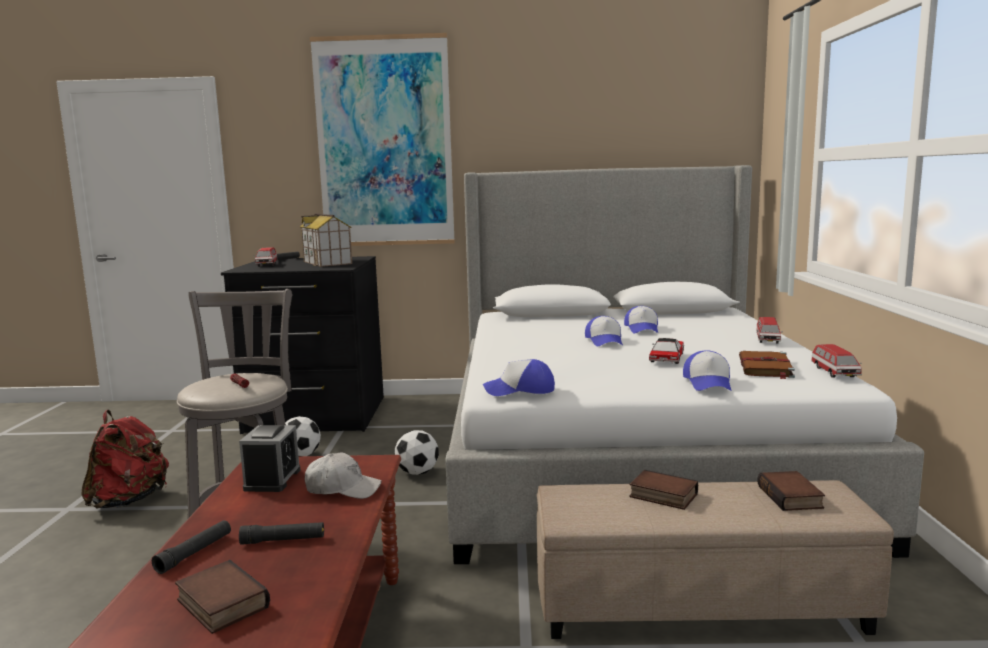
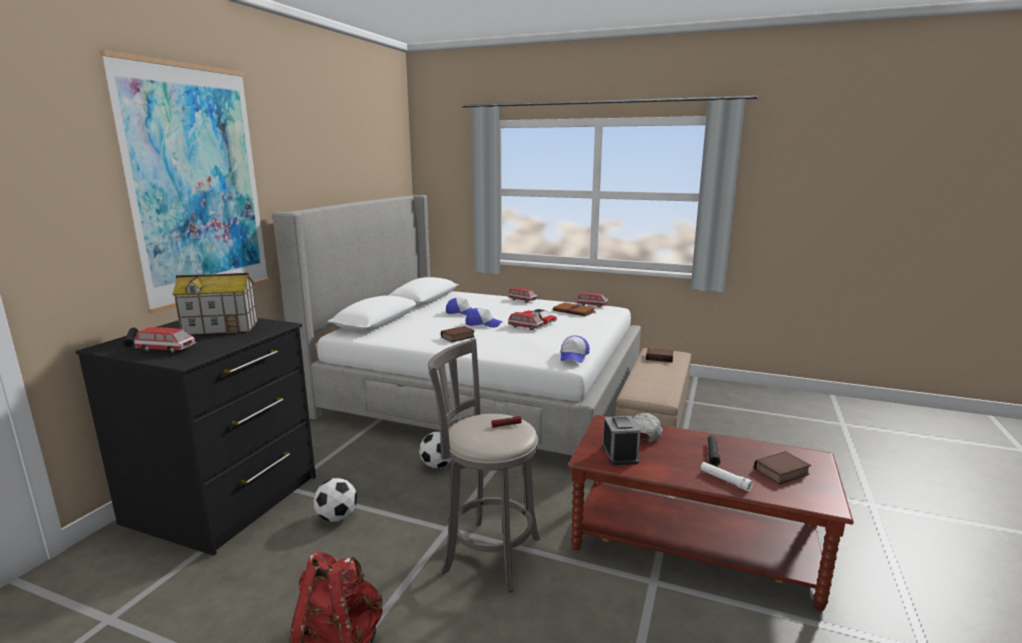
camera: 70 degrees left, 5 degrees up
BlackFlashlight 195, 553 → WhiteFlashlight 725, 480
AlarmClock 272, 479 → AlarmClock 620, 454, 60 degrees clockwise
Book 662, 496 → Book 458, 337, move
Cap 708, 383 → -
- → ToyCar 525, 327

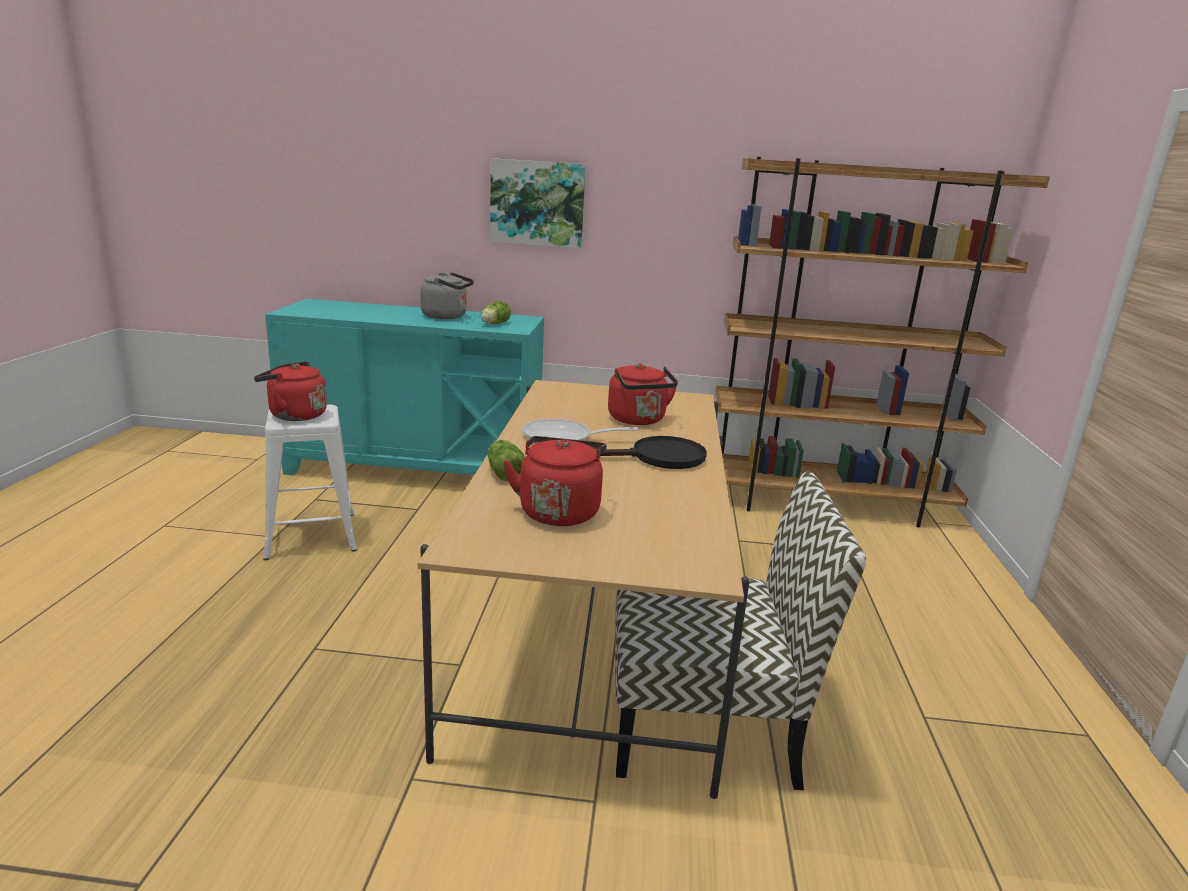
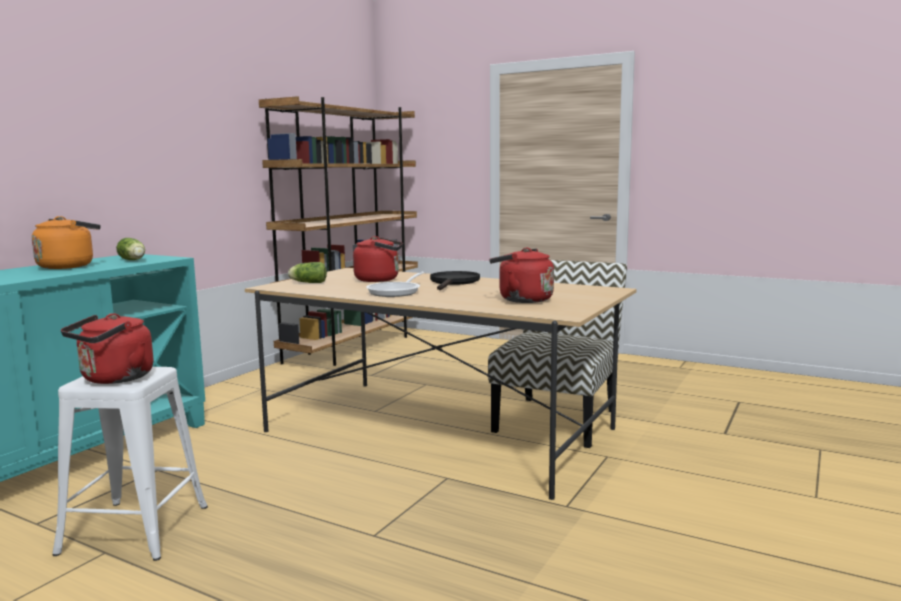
camera: 65 degrees left, 10 degrees down
GreyKettle 447, 316 → OrangeKettle 69, 266
Lettuce 504, 472 → Lettuce 307, 283, move
Picture 537, 203 → -

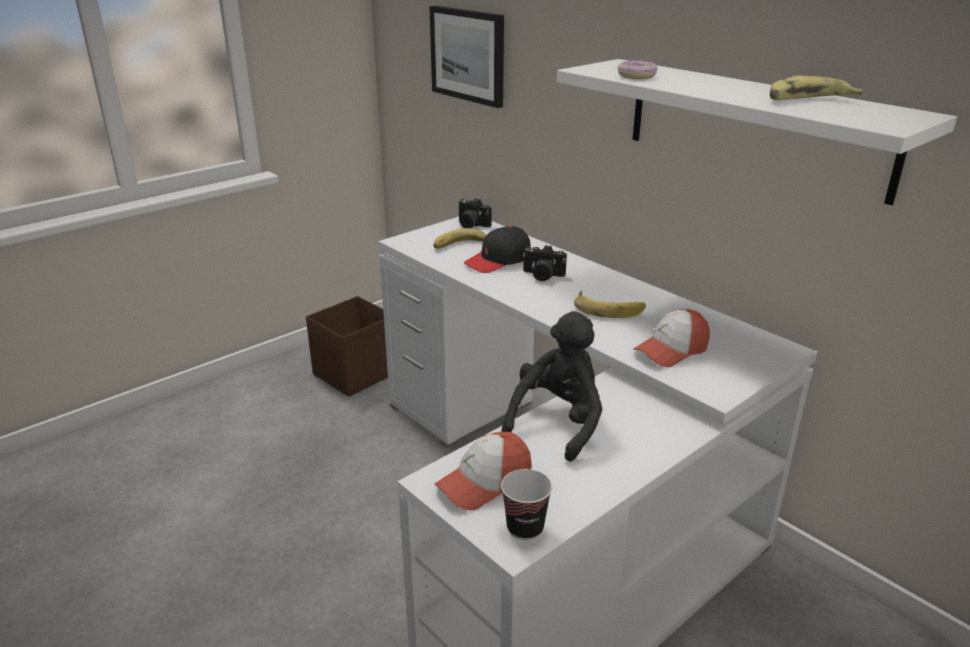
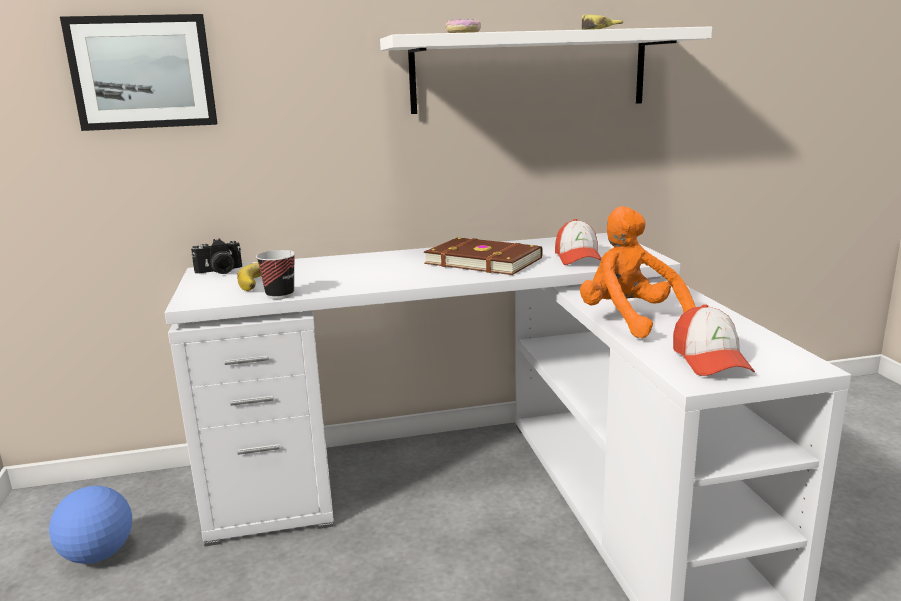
camera: 60 degrees left, 10 degrees down
BrownStorageBox 357, 373 → Football 98, 555
BlackCap 498, 260 → -
BlackPlushToy 557, 422 → OrangePlushToy 630, 320
Cup 525, 528 → Cup 280, 295, move
PhotoCamera 542, 276 → -
Banana 608, 308 → BrownBook 483, 260

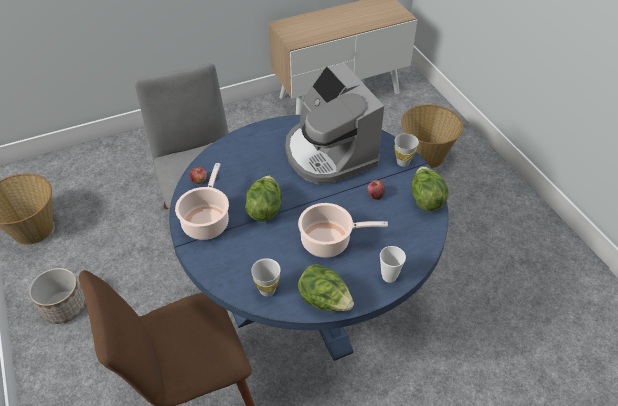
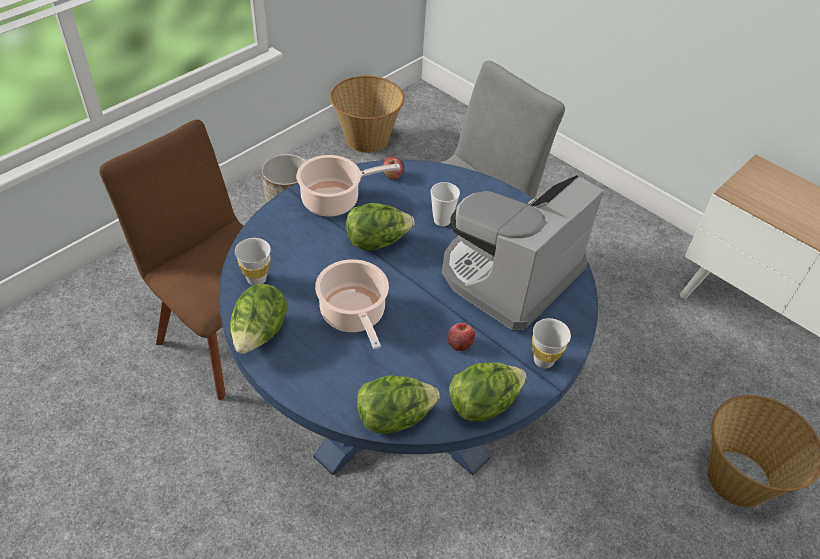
camera: 65 degrees right, 0 degrees up
Cup 389, 276 → Cup 442, 220, move
- → Lettuce 394, 417

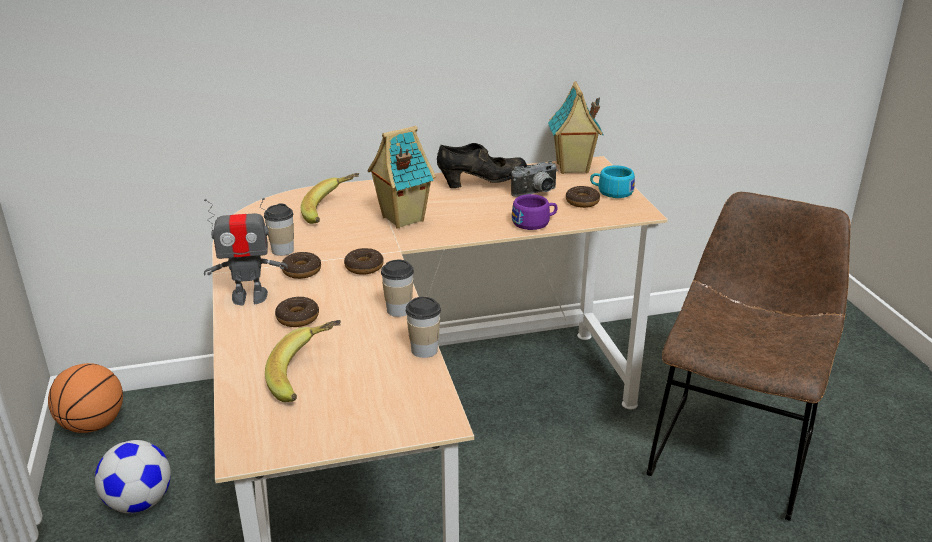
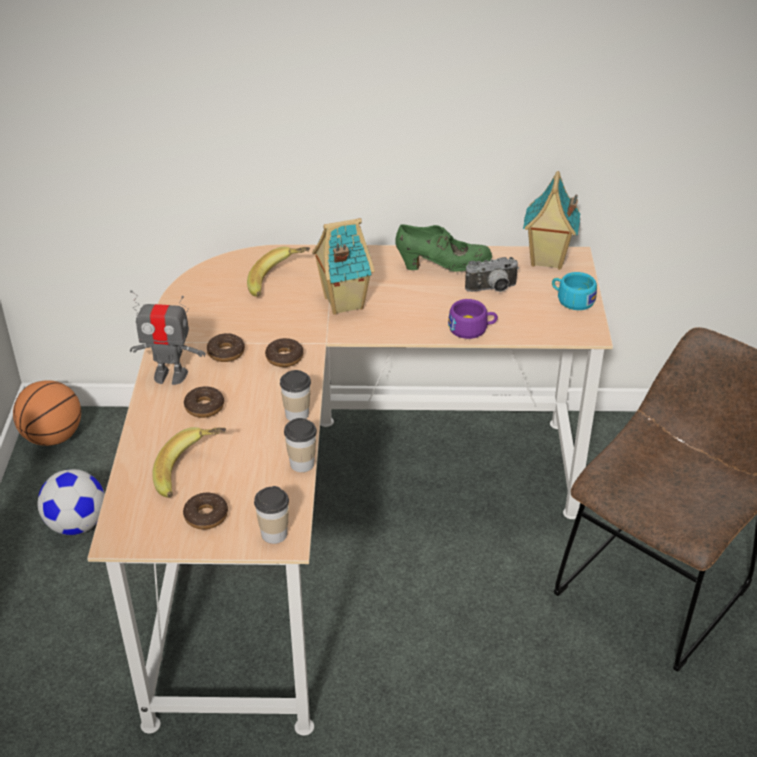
camera: 15 degrees right, 10 degrees up
Cup 282, 250 → Cup 274, 534, move
BlackShoe 482, 183 → GreenShoe 443, 267
Donut 582, 202 → Donut 206, 516, move

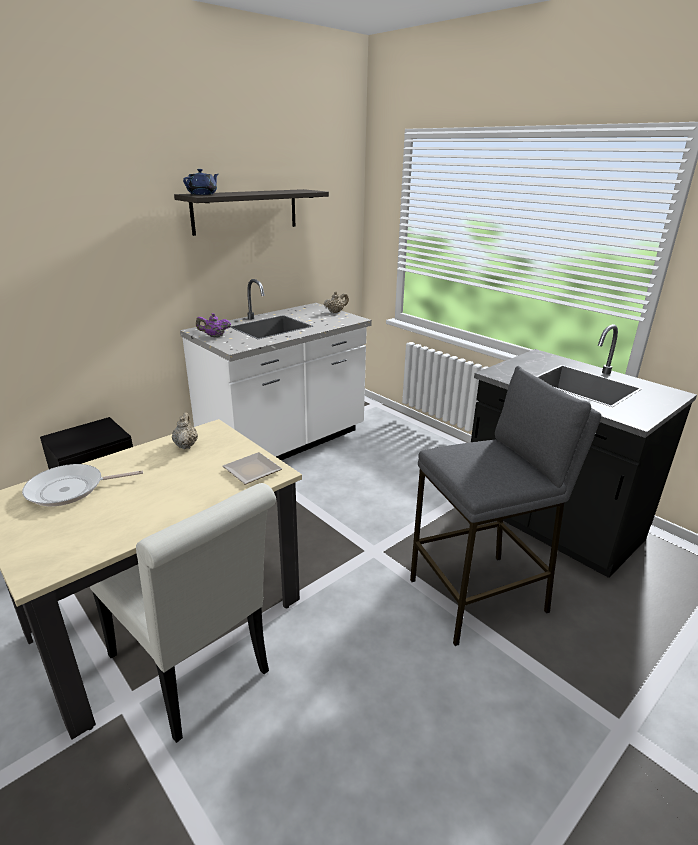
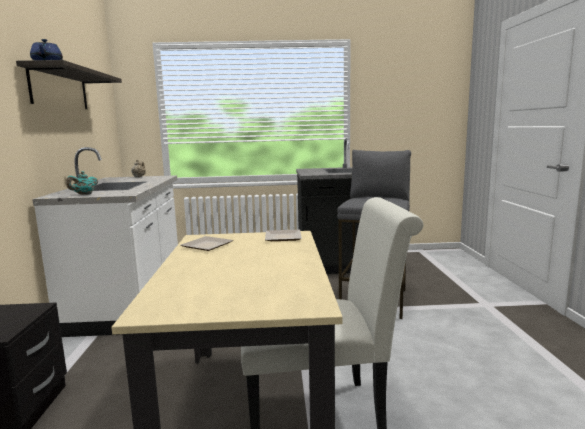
camera: 50 degrees left, 15 degrees down
FryingPan 70, 489 → -
BeigeTeapot 186, 445 → Plate 205, 246
PurpleTeapot 214, 336 → TurquoiseTeapot 84, 194

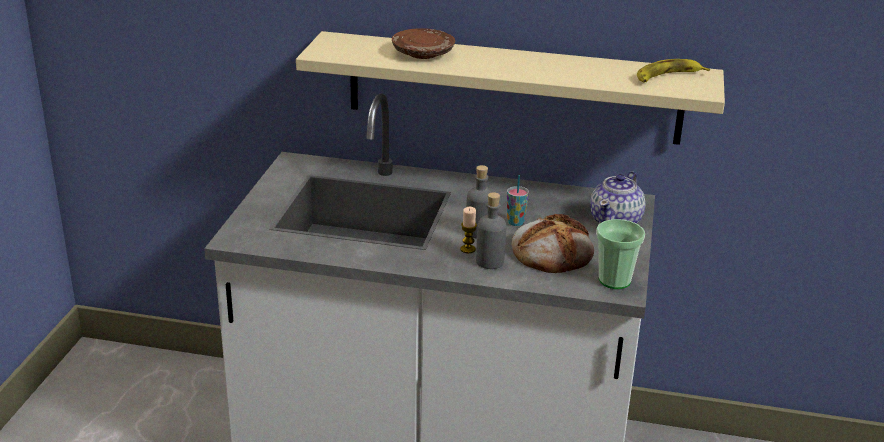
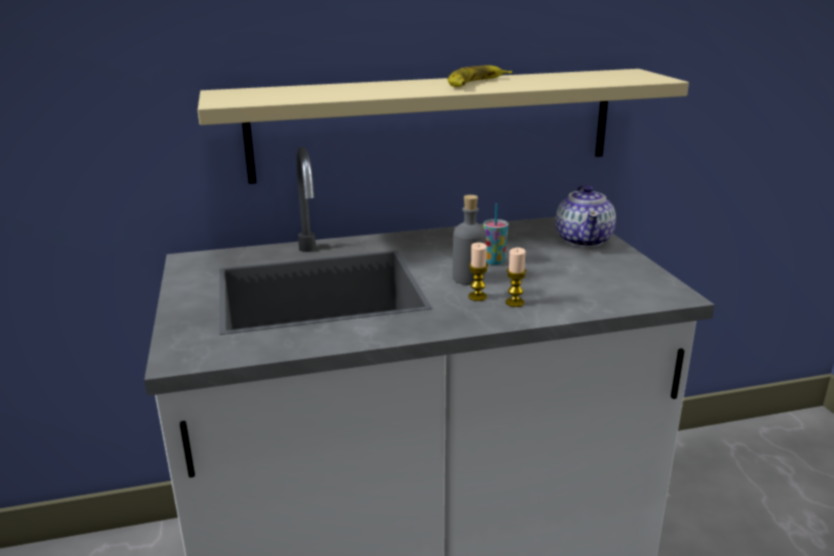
camera: 25 degrees left, 5 degrees down
BrownPlate 423, 53 → -
GreyBottle 490, 262 → Candle 514, 302
Bread 552, 251 → -
Cup 614, 280 → -
Banana 667, 77 → Banana 476, 83, move

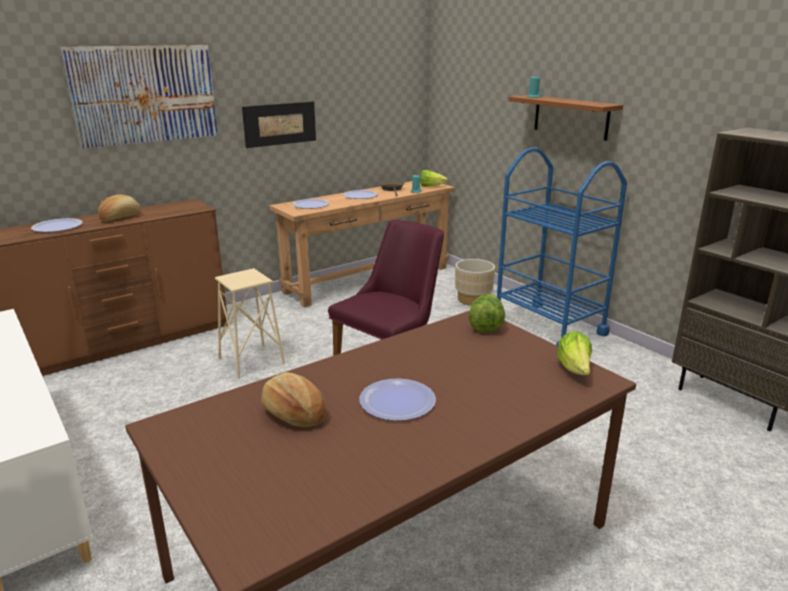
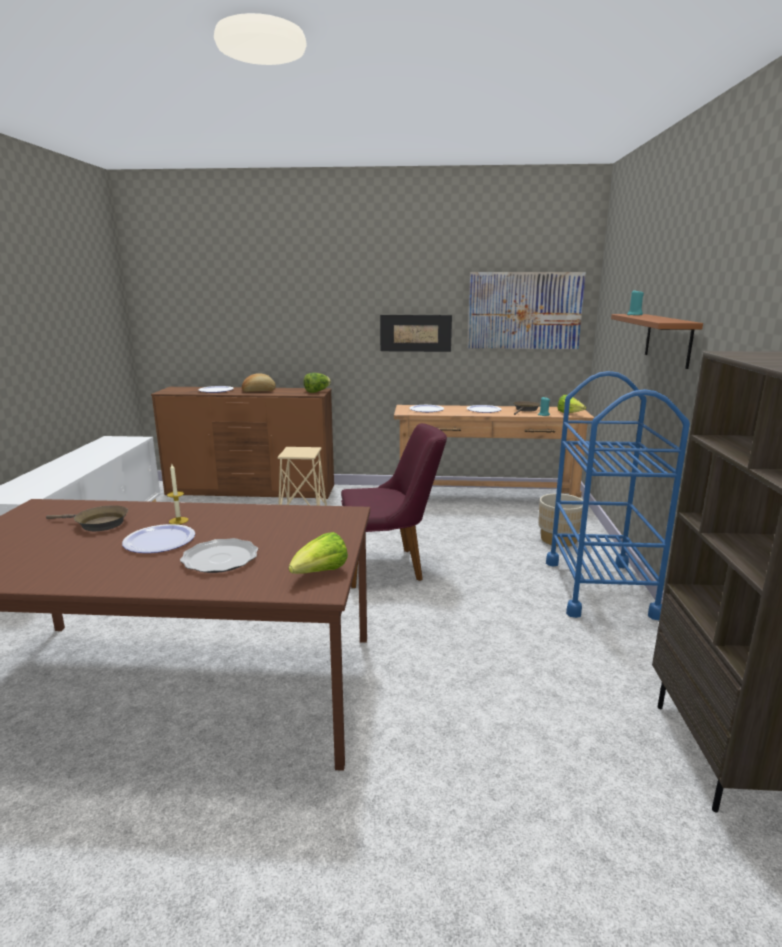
camera: 40 degrees right, 5 degrees down
Picture 145, 94 → Picture 524, 310, move
Bread 293, 414 → BrownFryingPan 98, 524
Lettuce 485, 326 → Lettuce 317, 391, move
- → Candle 178, 521
- → Plate 219, 559

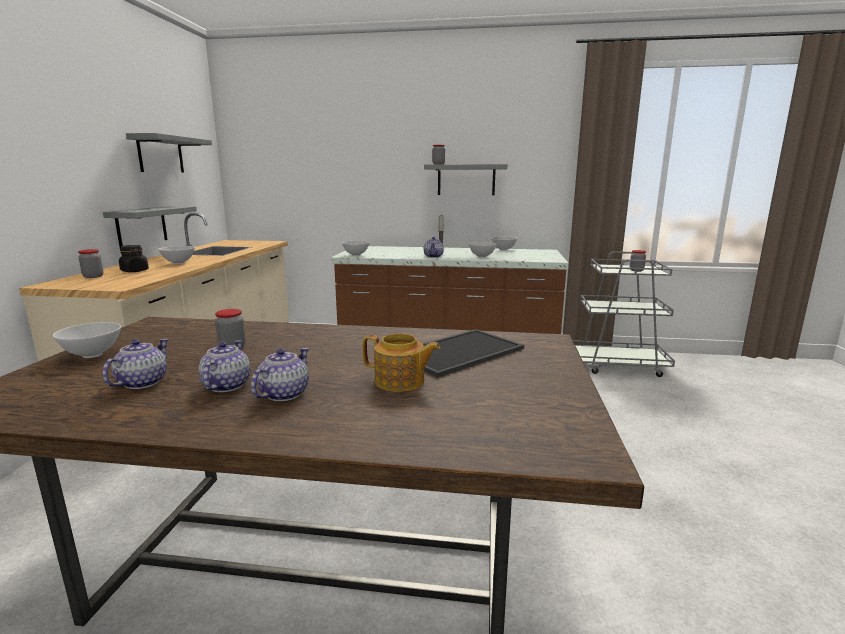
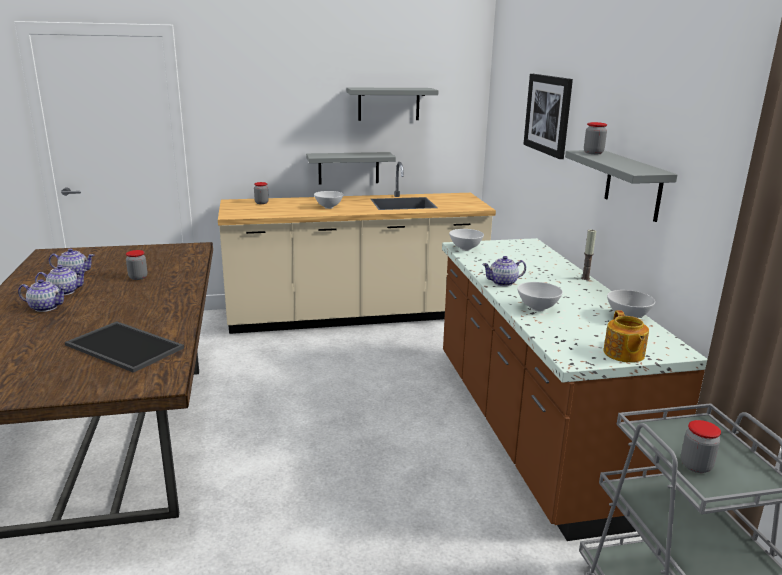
camera: 70 degrees right, 5 degrees up
WhiteBowl 92, 355 → -
BlackJar 134, 271 → -
Teapot 400, 382 → Teapot 623, 354, move
- → Picture 548, 114

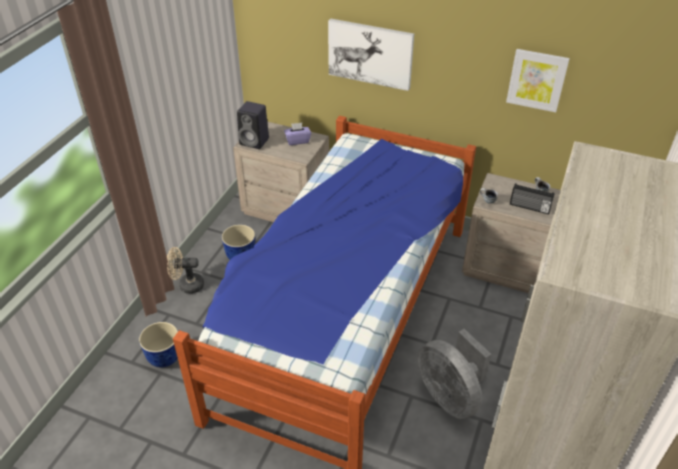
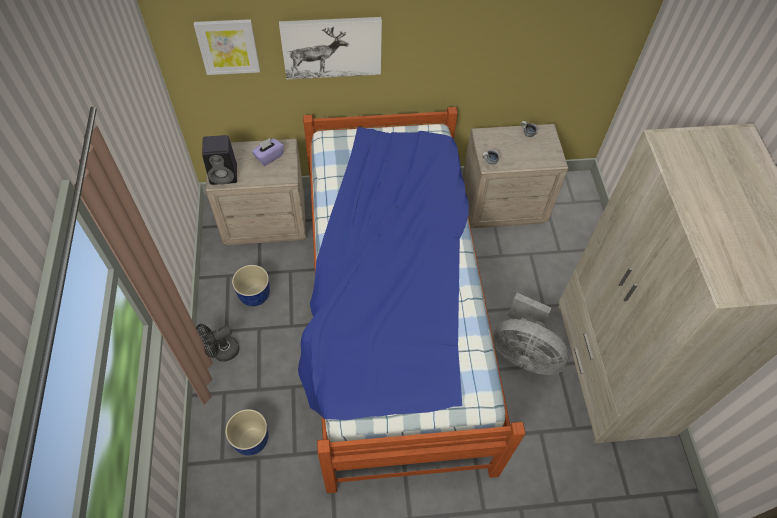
camera: 30 degrees left, 15 degrees up
BeigeFan 187, 285 → BlackFan 221, 352
Picture 537, 80 → Picture 228, 46, move
Radio 529, 207 → -

